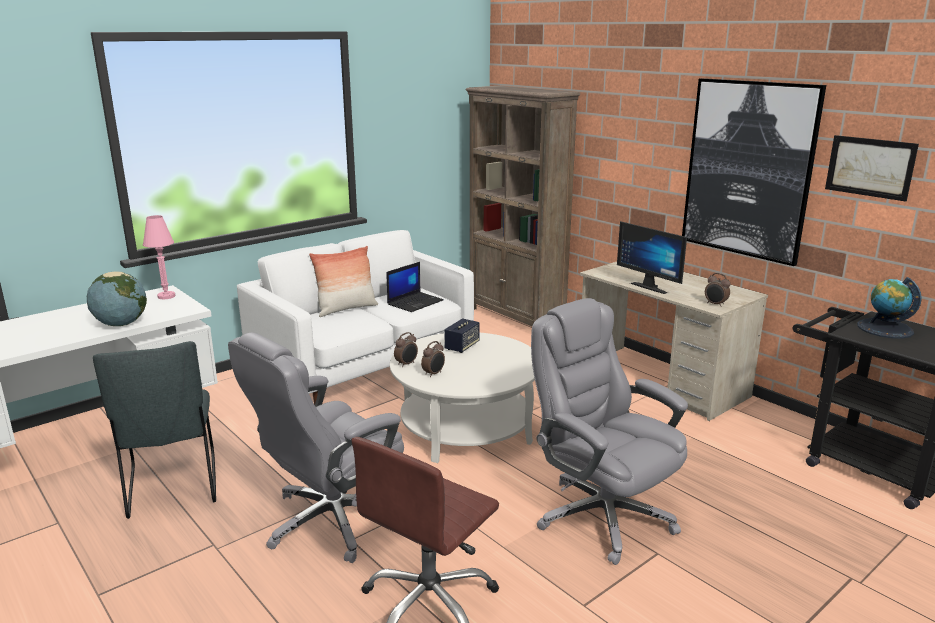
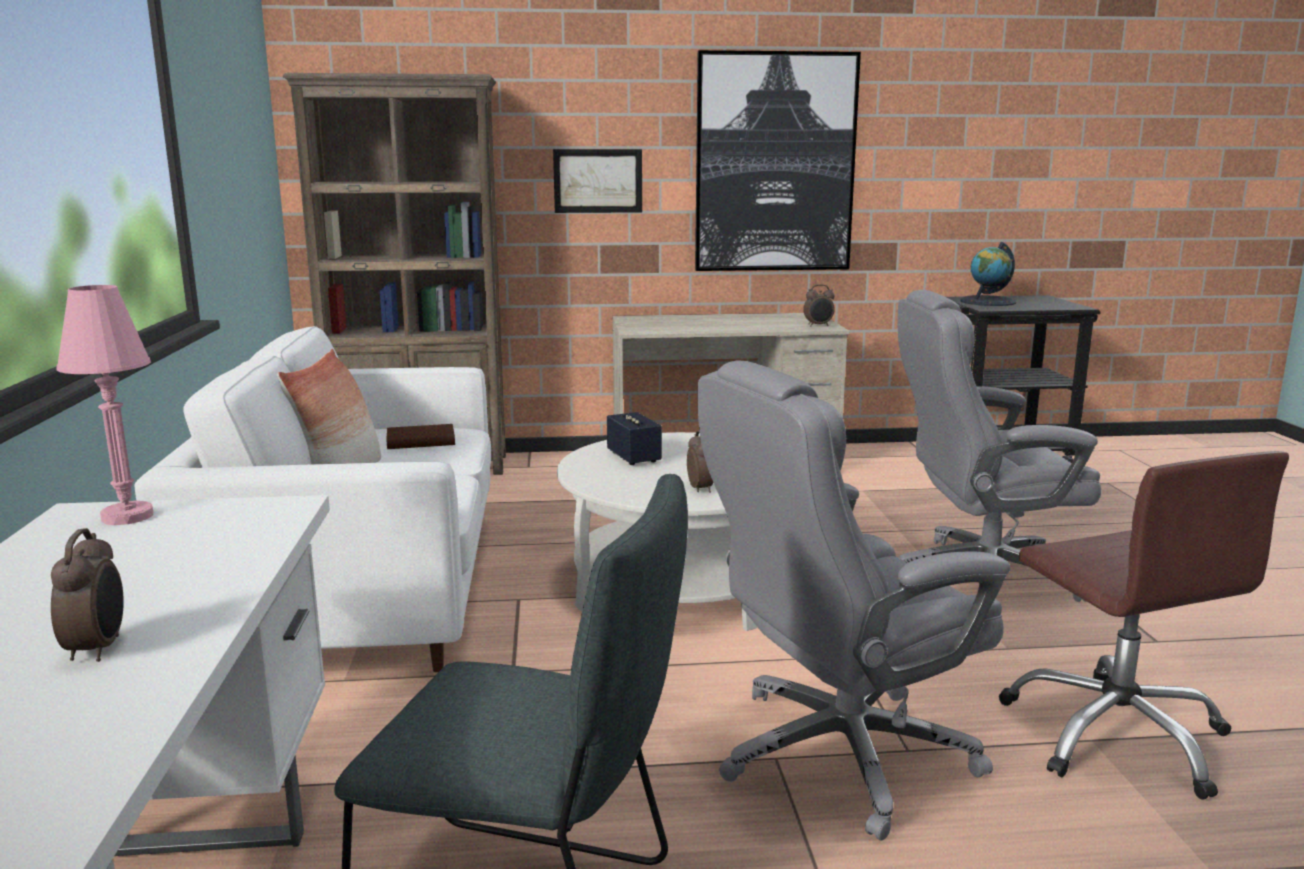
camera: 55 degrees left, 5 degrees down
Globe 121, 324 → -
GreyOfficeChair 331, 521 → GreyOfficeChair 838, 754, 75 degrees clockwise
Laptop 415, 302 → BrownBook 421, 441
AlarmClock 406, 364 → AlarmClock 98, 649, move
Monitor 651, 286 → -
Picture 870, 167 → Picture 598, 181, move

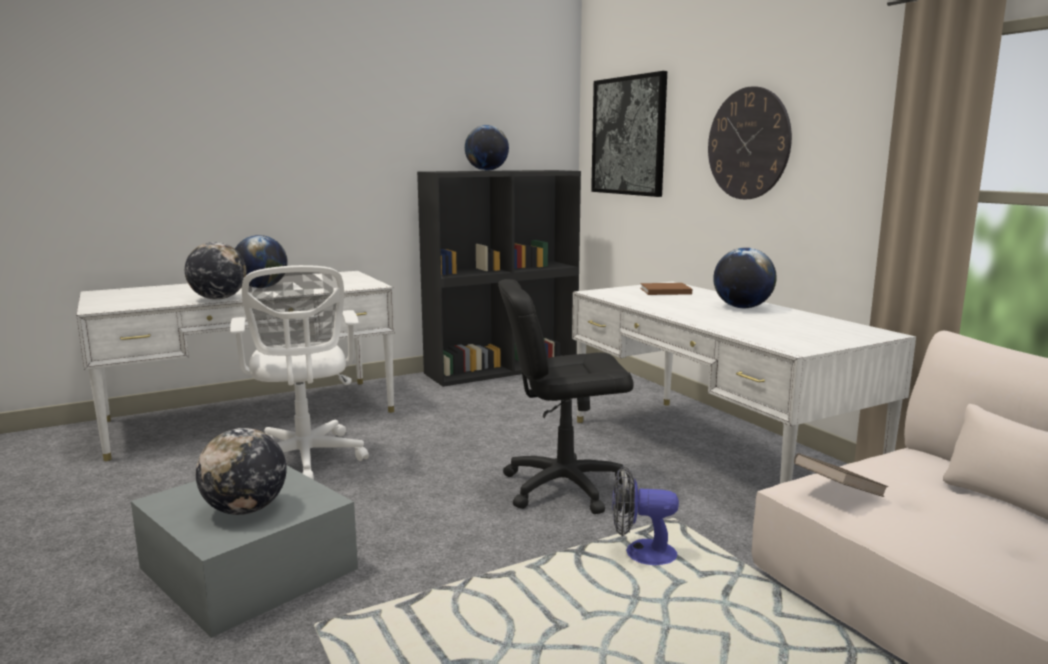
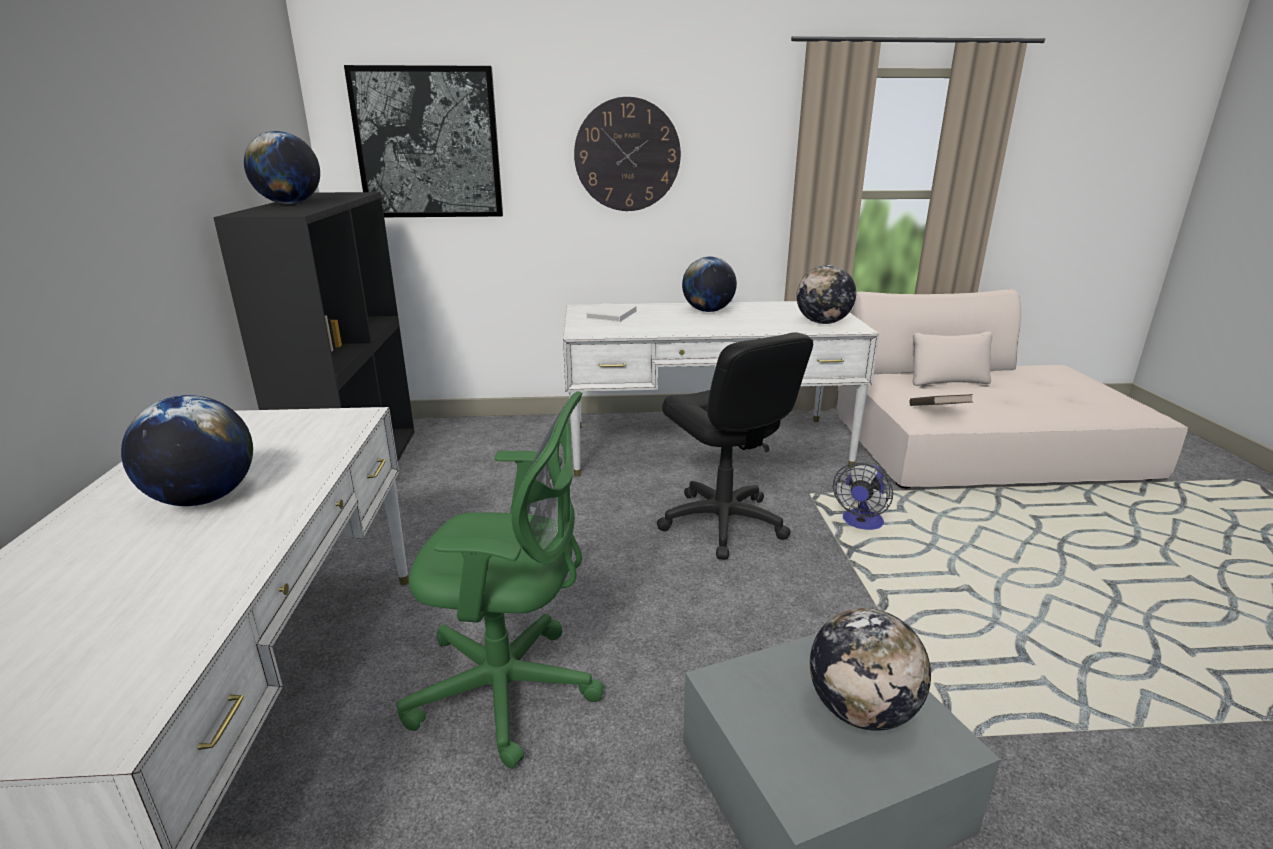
camera: 65 degrees left, 10 degrees up
Globe 218, 299 → Globe 822, 323, move
WhiteOfficeChair 305, 460 → GreenOfficeChair 511, 690
BlackOfficeChair 564, 486 → BlackOfficeChair 722, 523, 45 degrees counterclockwise
BrownBook 664, 291 → WhiteBook 610, 315

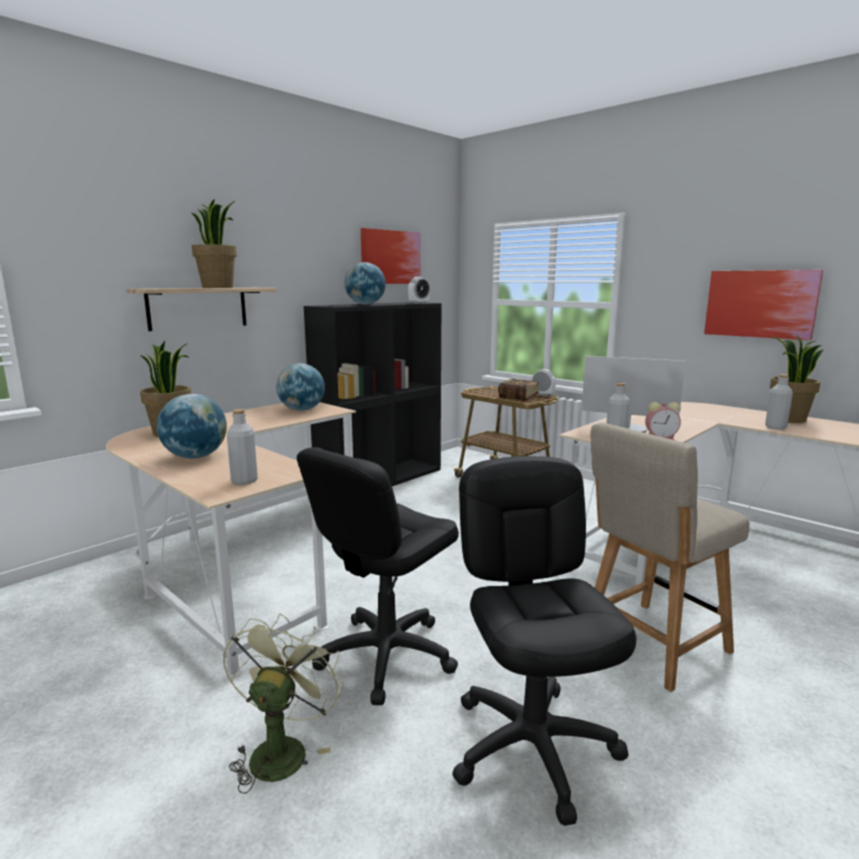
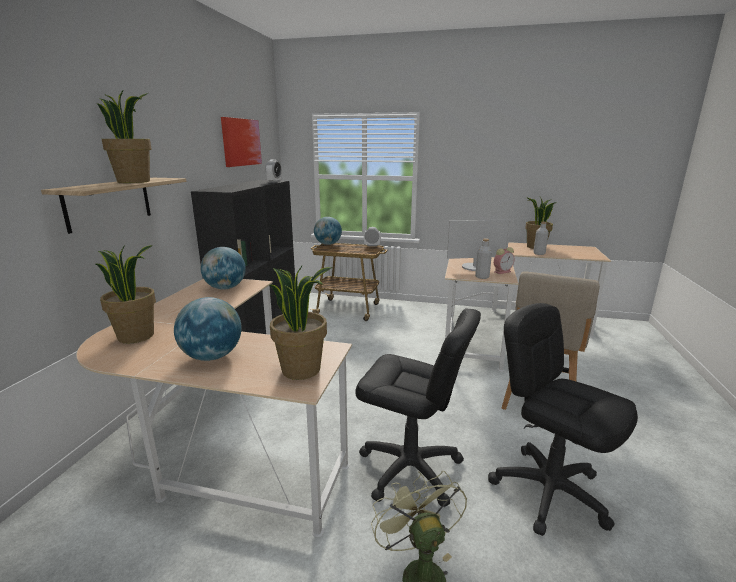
camera: 30 degrees left, 5 degrees up
GreyBottle 244, 481 → PottedPlant 302, 369
BlackOfficeChair 386, 655 → BlackOfficeChair 410, 469, 75 degrees counterclockwise
Globe 365, 304 → Globe 328, 244, move
Book 518, 397 → -
Picture 760, 304 → -

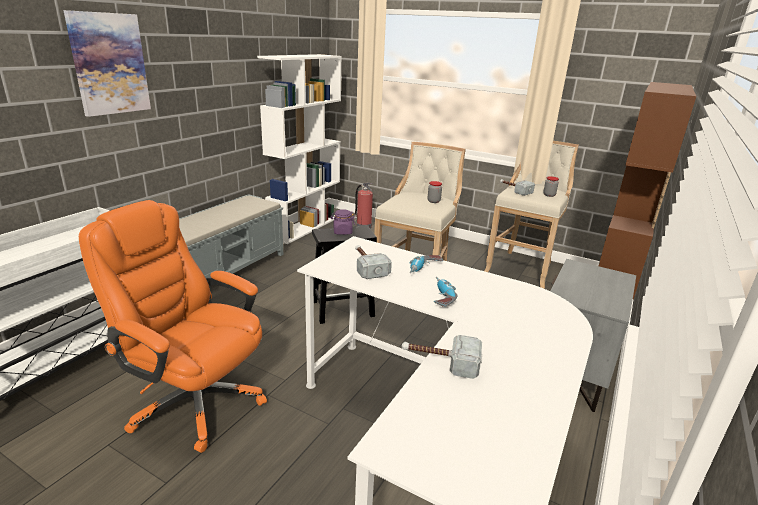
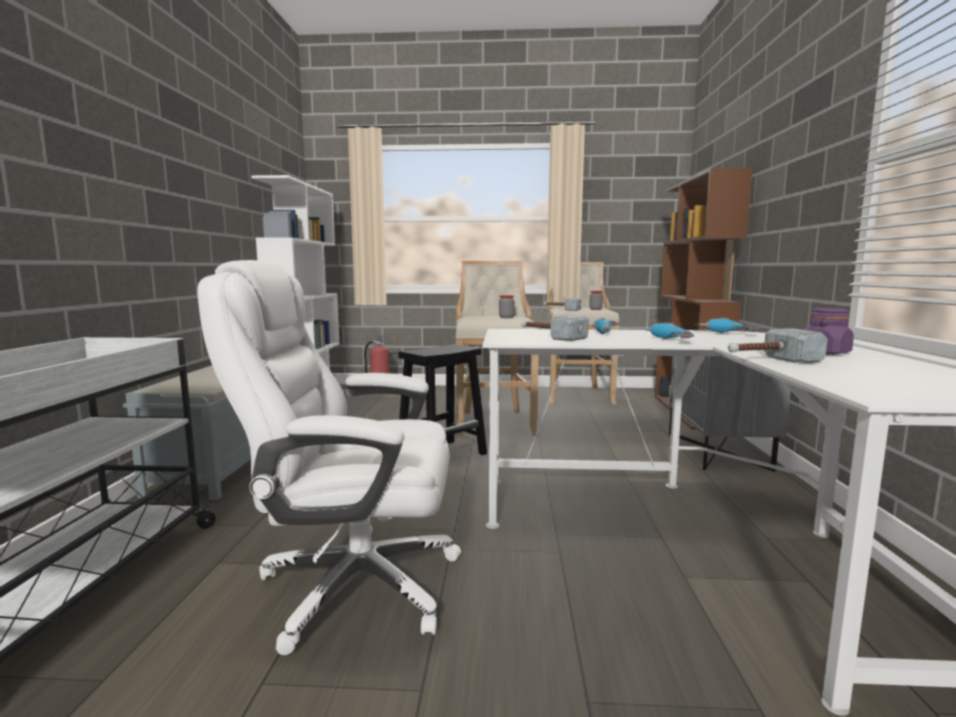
camera: 25 degrees left, 15 degrees down
Picture 109, 64 → -
OrangeOfficeChair 195, 401 → WhiteOfficeChair 355, 585
PurpleJar 342, 232 → PurpleJar 825, 352, move
- → PowerDrill 725, 334

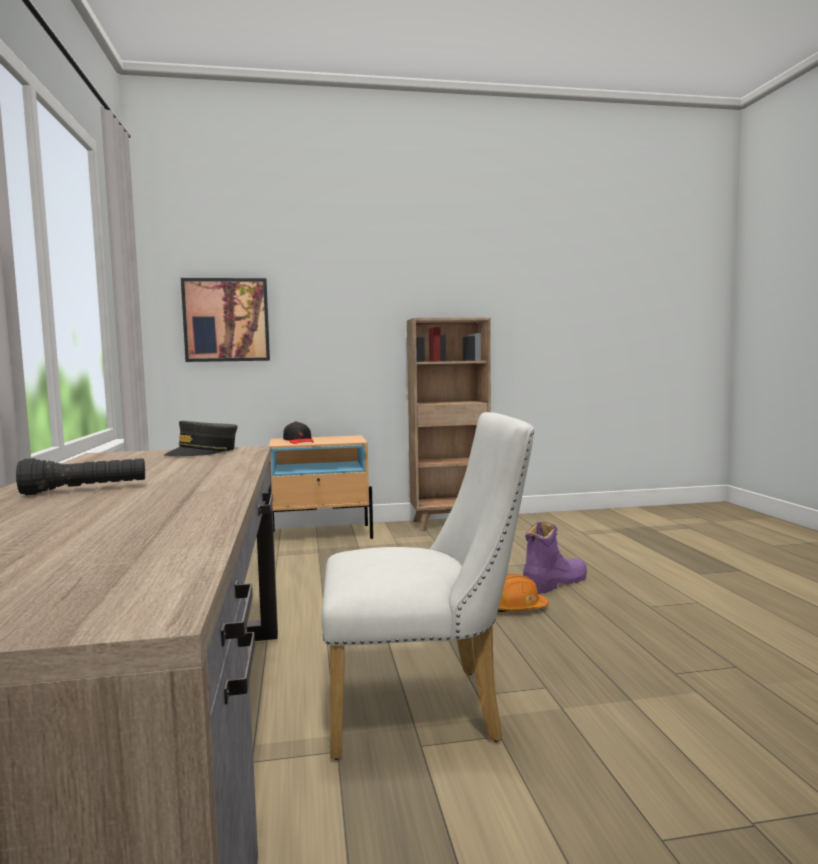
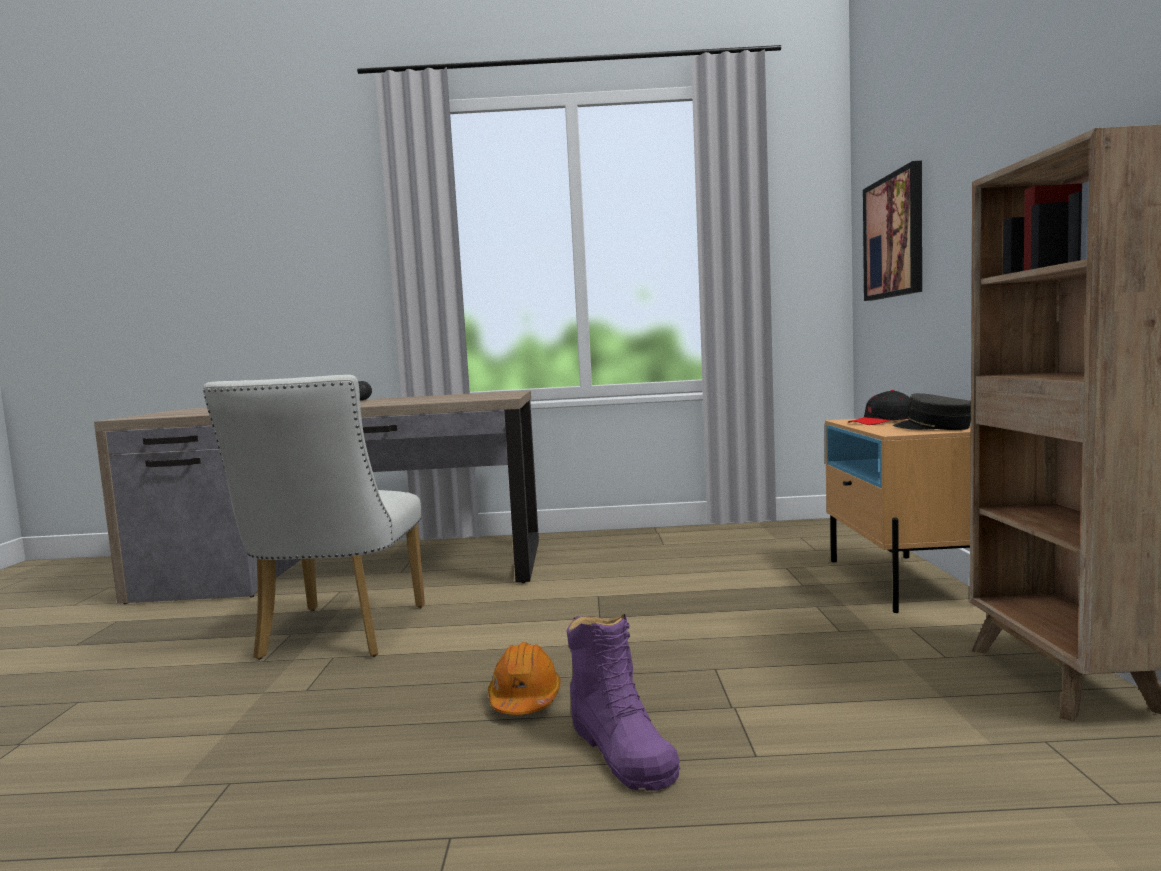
camera: 100 degrees right, 0 degrees up
GreyCap 203, 452 → GreyCap 933, 427, move

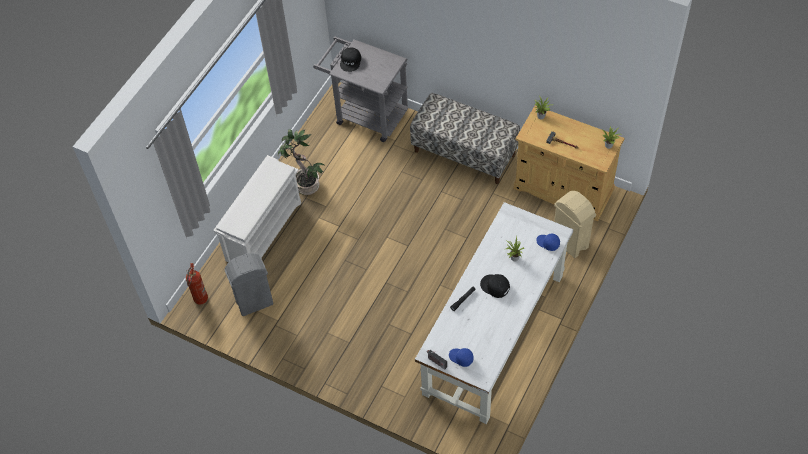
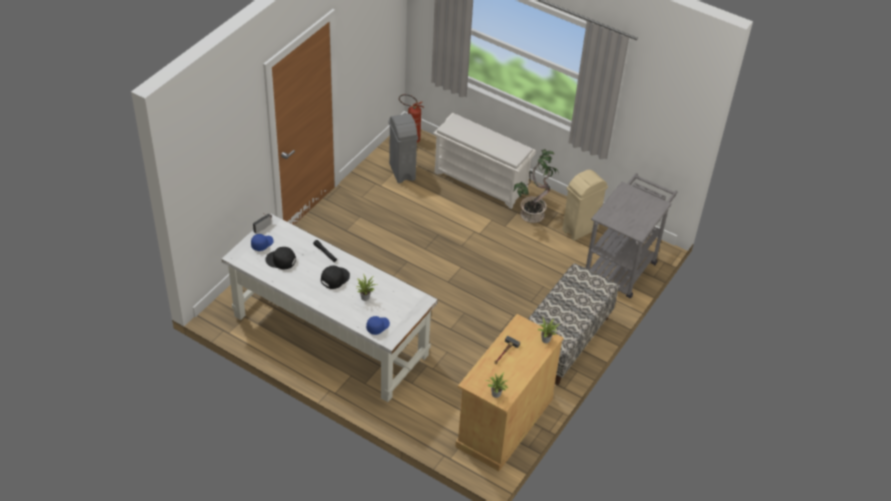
camera: 90 degrees right, 10 degrees down
BlackCap 351, 61 → BlackCap 280, 260, move
BeigeTrashCan 570, 242 → BeigeTrashCan 580, 229, move

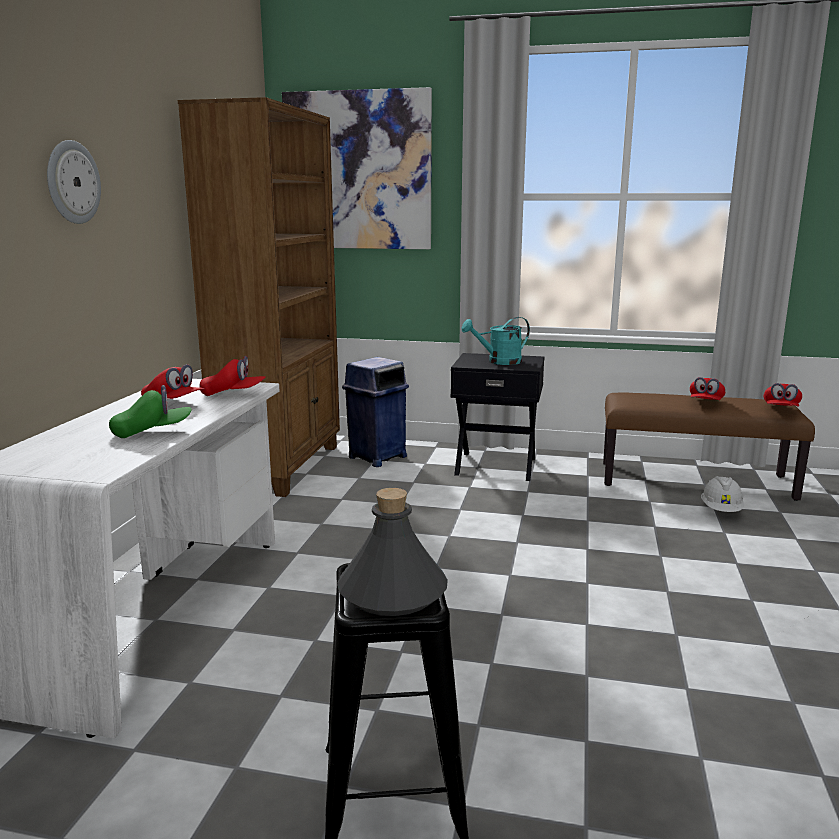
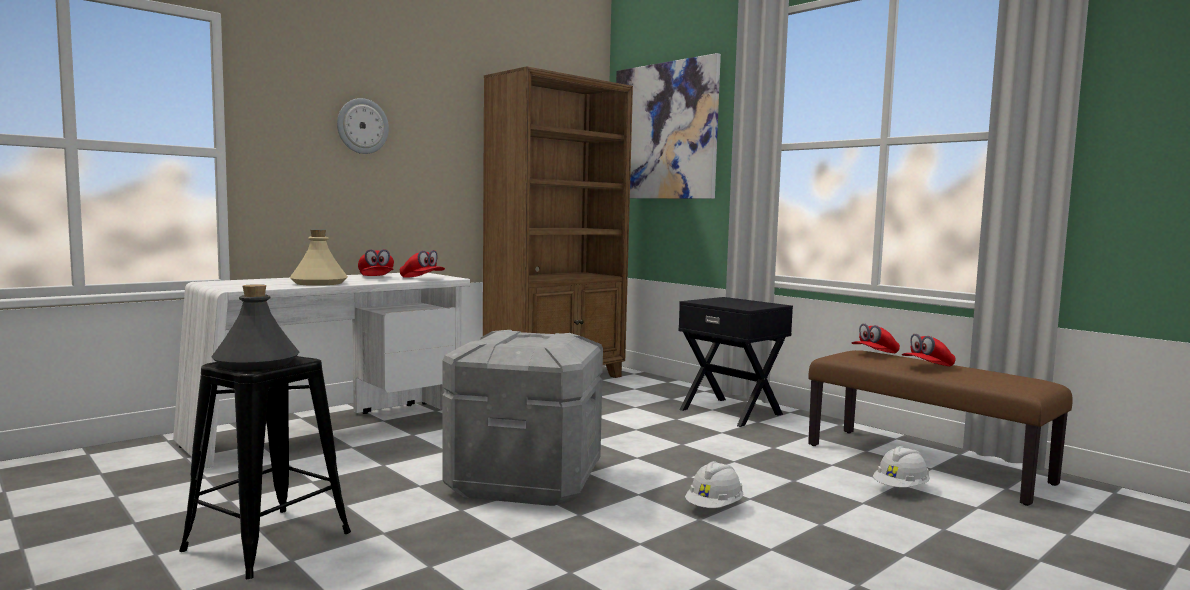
camera: 35 degrees right, 10 degrees down
GreenCap 152, 432 → BeigeBottle 319, 283
BlueTrashCan 376, 457 → -
TurquoiseWateringCan 499, 362 → -
RedCap 781, 410 → RedCap 874, 354, move
- → GreyStorageBox 524, 480
- → WhiteHardHat 714, 508

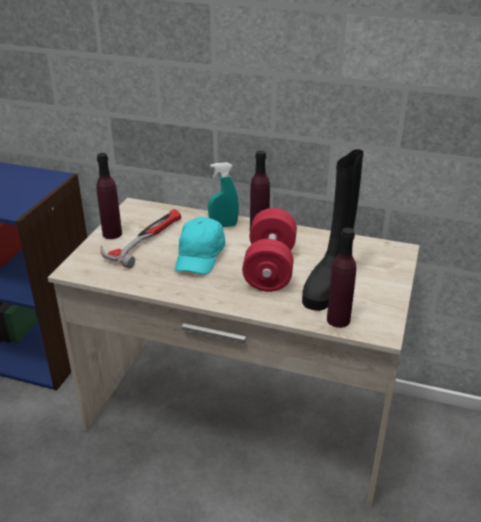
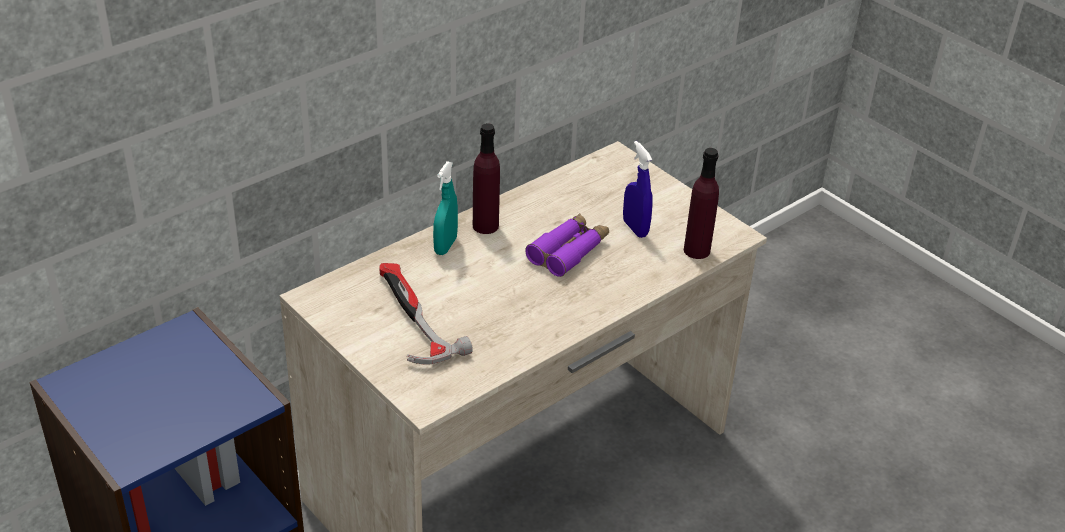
camera: 60 degrees left, 5 degrees up
PurpleBottle 112, 234 → -
TurquoiseCap 200, 256 → -
RedDumbbell 270, 268 → PurpleBinoculars 568, 251
BlackBoot 329, 285 → BlueSprayBottle 635, 228

